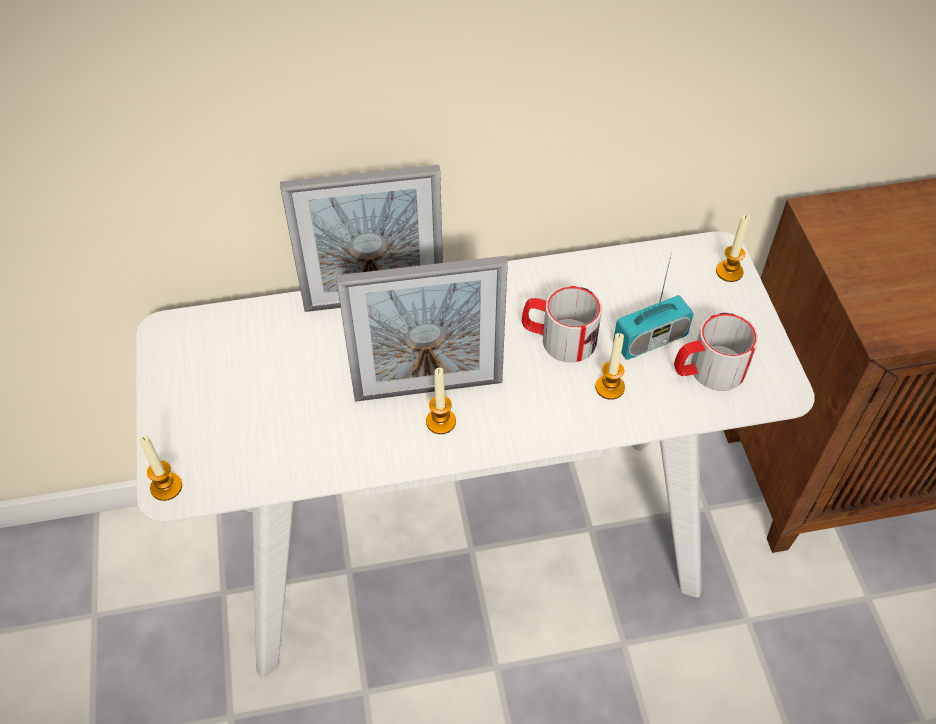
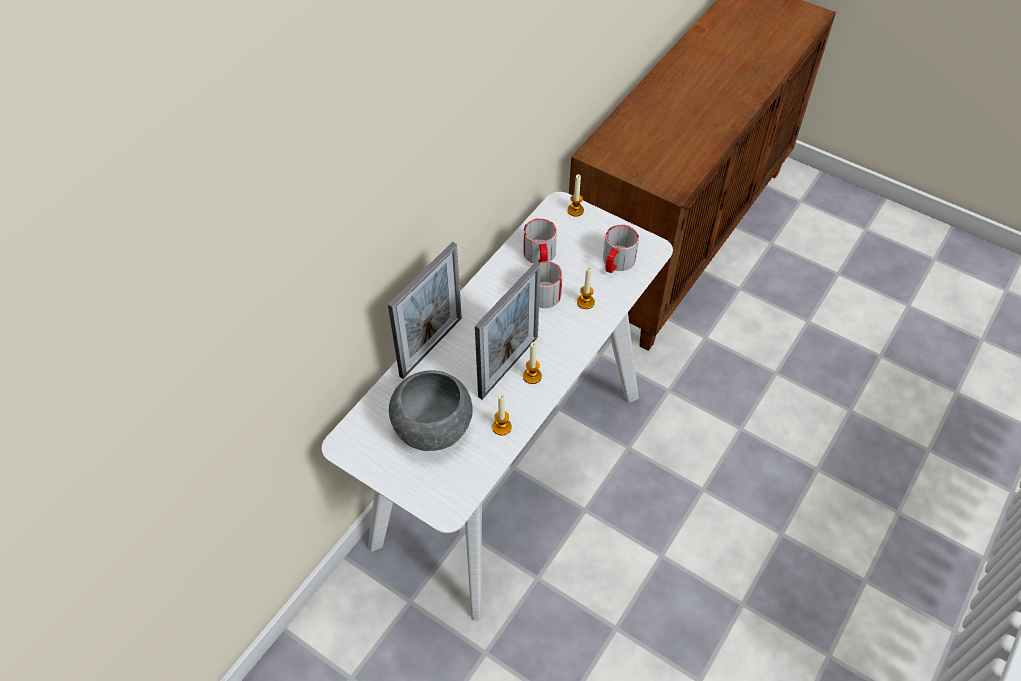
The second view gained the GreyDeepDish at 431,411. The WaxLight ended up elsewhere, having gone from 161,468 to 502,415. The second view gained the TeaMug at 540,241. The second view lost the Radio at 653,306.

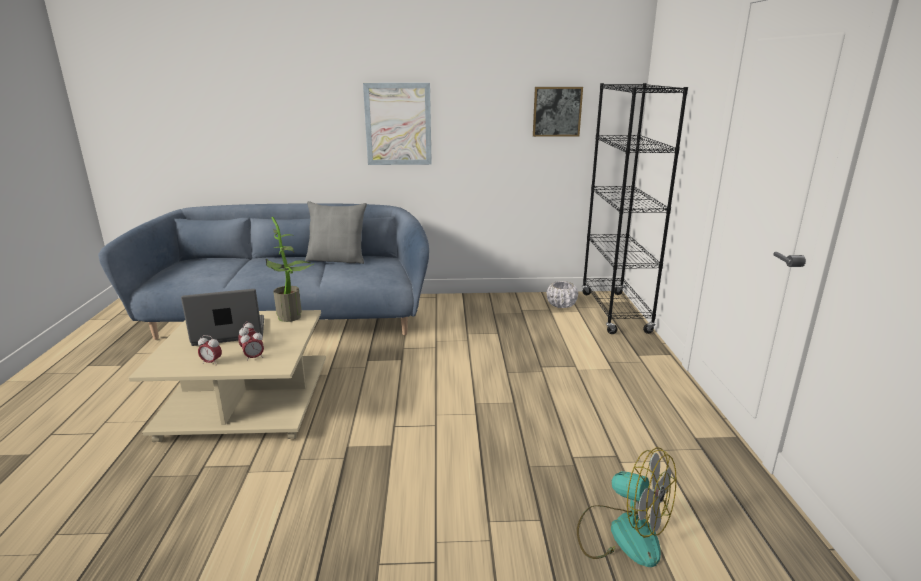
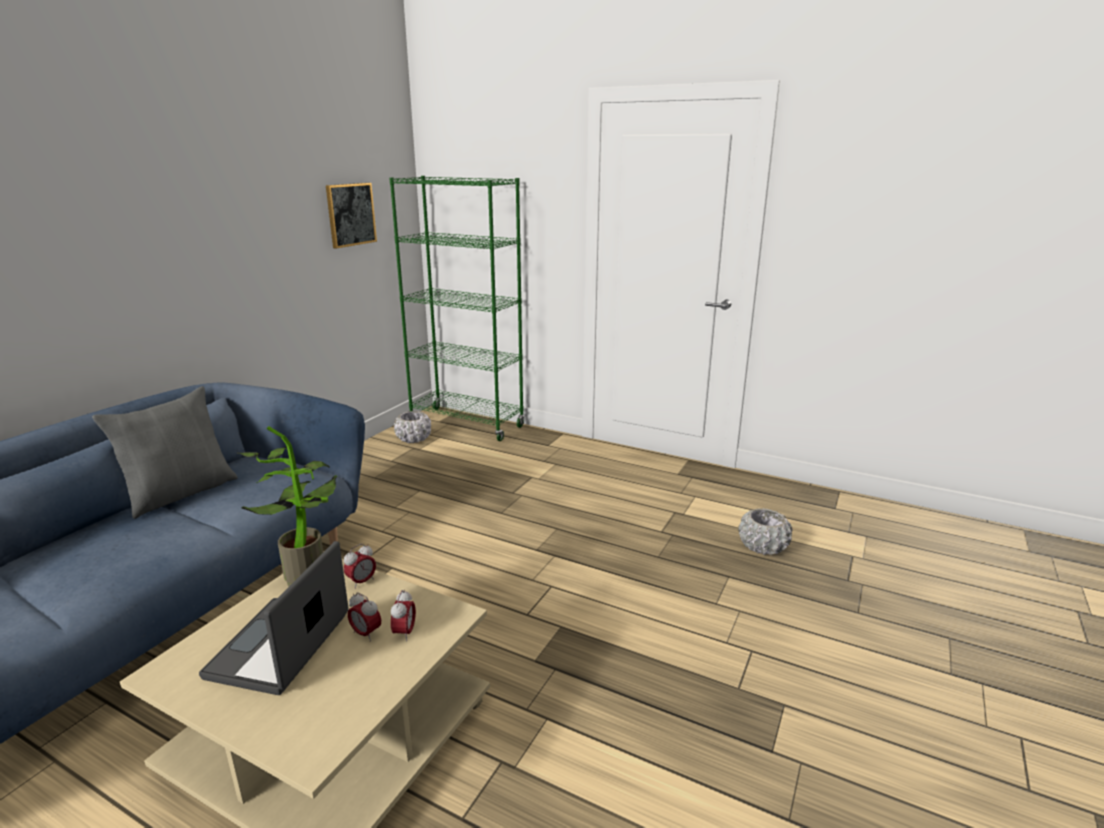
The AlarmClock ended up elsewhere, having gone from 210,349 to 360,566. What was the BlackColouredBookcase at 634,208 turned into the GreenishBookcase at 457,308. Where the Fan stood at 626,507, the WhiteColouredPlanter came to stand at 765,531. The second view lost the WallArt at 397,124.

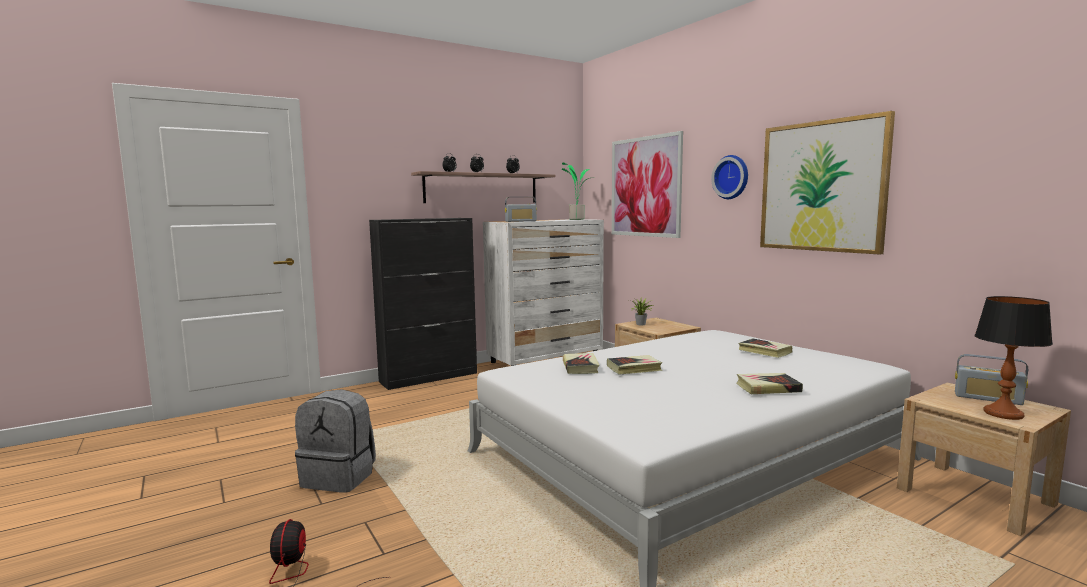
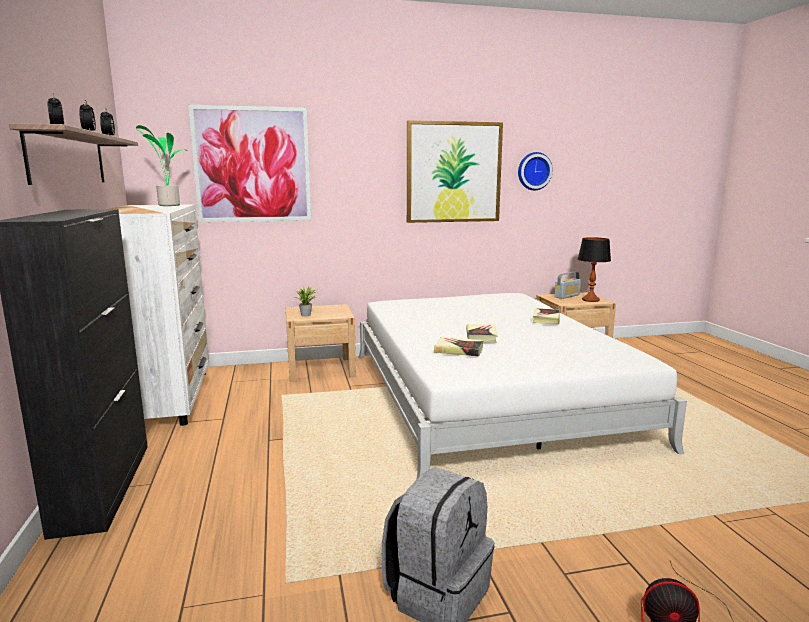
The WallClock ended up elsewhere, having gone from 729,177 to 535,171. The second view lost the Radio at 521,209. The second view lost the Volume at 765,348.

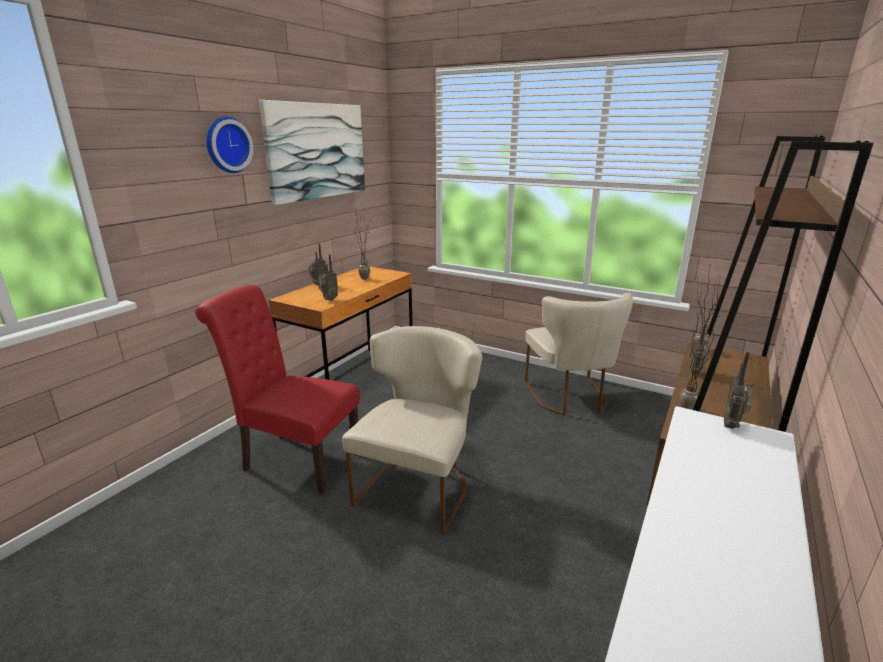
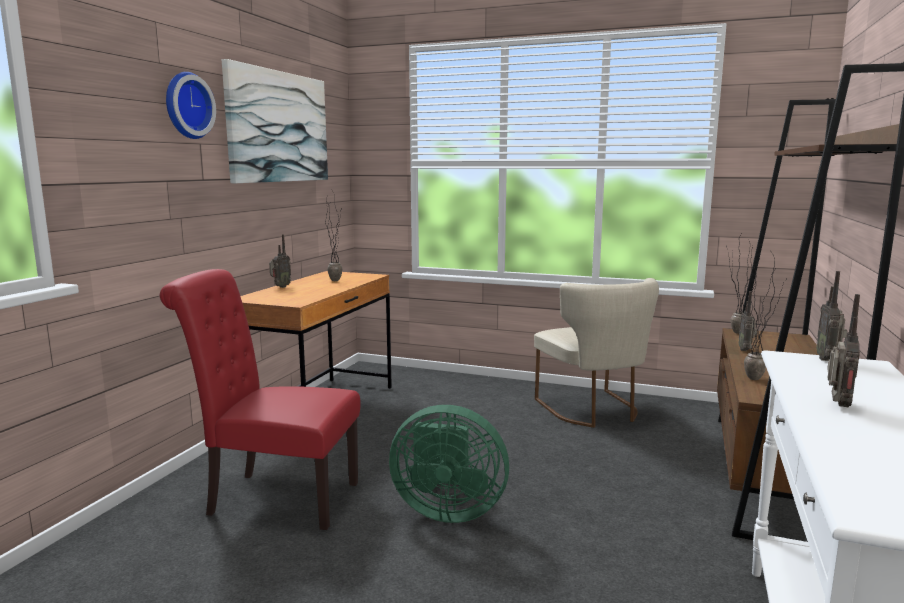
Where the SandColouredUprightChair stood at 412,430, the GreenishFan came to stand at 449,464. The Radio ended up elsewhere, having gone from 328,277 to 843,351.

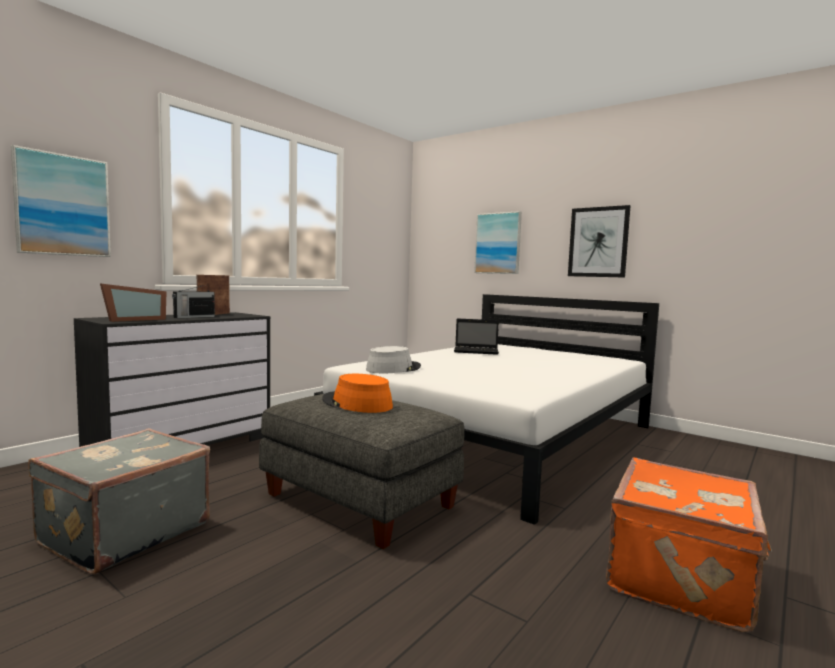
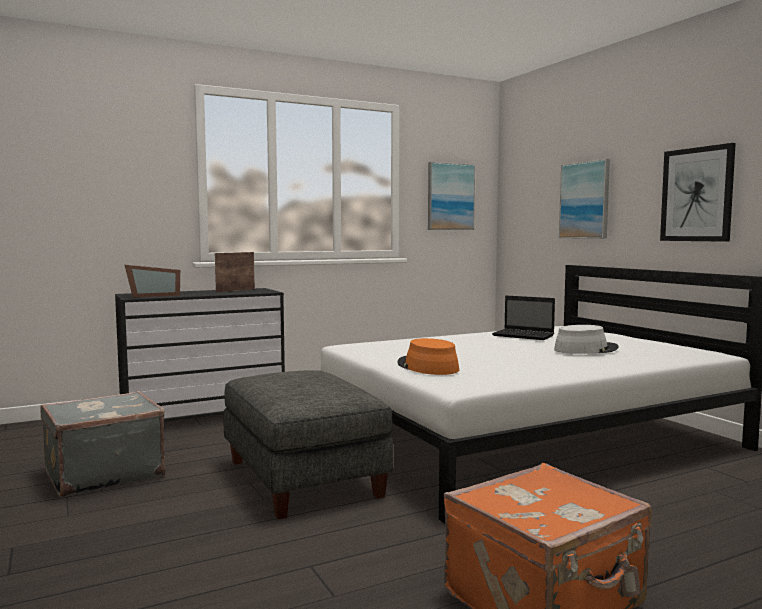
The OrangeyWearableHat ended up elsewhere, having gone from 357,393 to 428,356. The WallArt ended up elsewhere, having gone from 61,201 to 451,196. The GreyWearableHat ended up elsewhere, having gone from 393,359 to 586,339. The second view lost the Radio at 193,301.

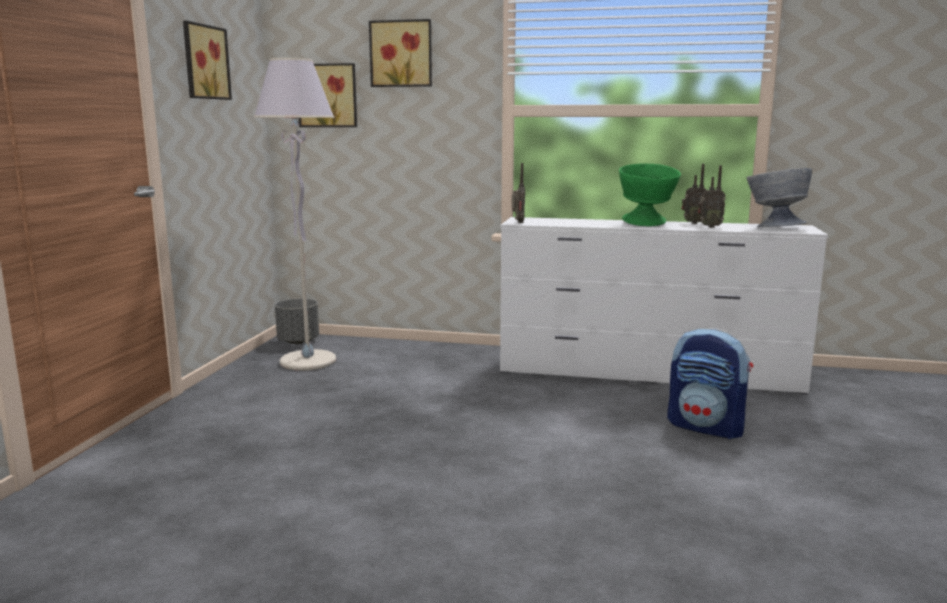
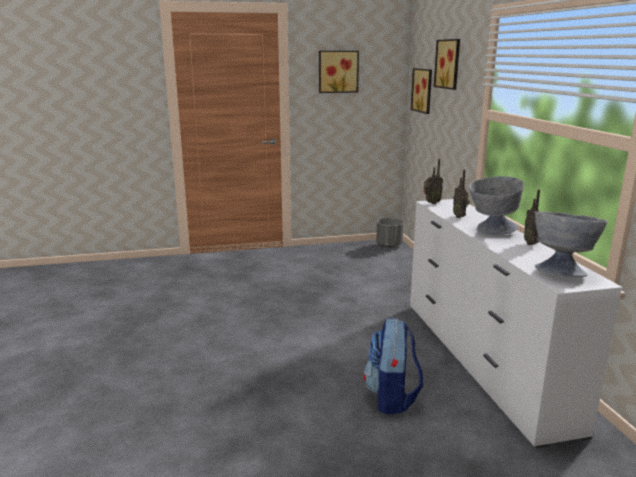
The Radio ended up elsewhere, having gone from 712,196 to 461,193. What was the GreenishDeepDish at 650,194 turned into the GreyDeepDish at 496,205. The second view lost the GreyStandardLamp at 294,214.

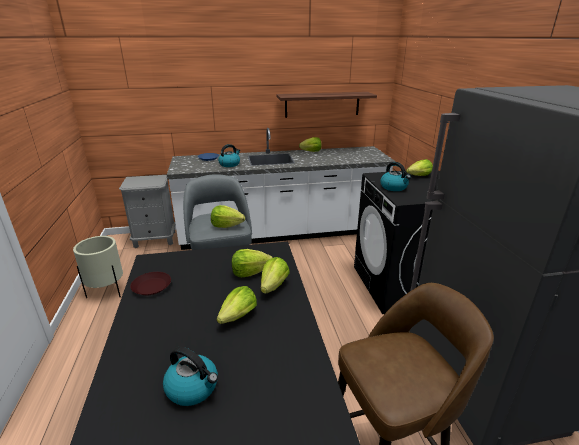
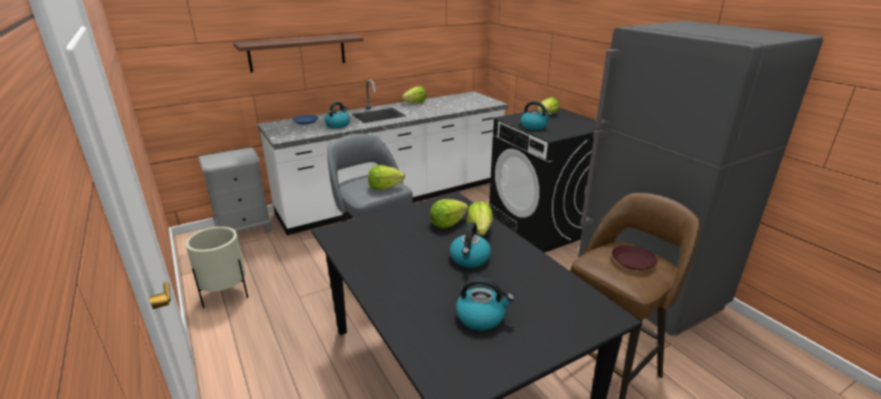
The Shelf ended up elsewhere, having gone from 326,105 to 298,53. Where the HeadOfLettuce stood at 236,305, the WaterKettle came to stand at 470,245. The BrownColouredPlate ended up elsewhere, having gone from 150,283 to 634,257.

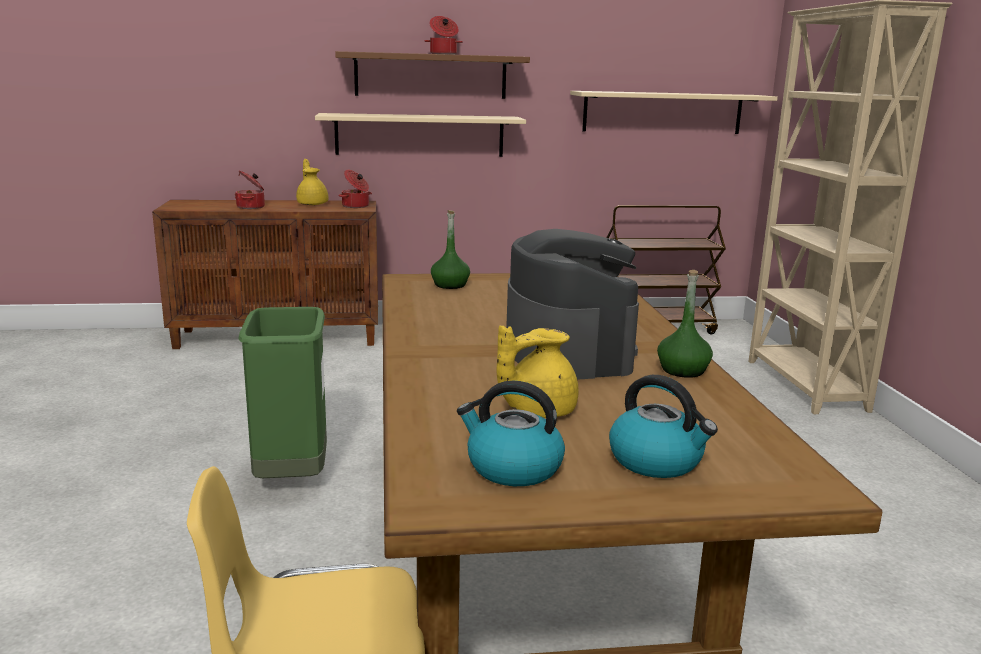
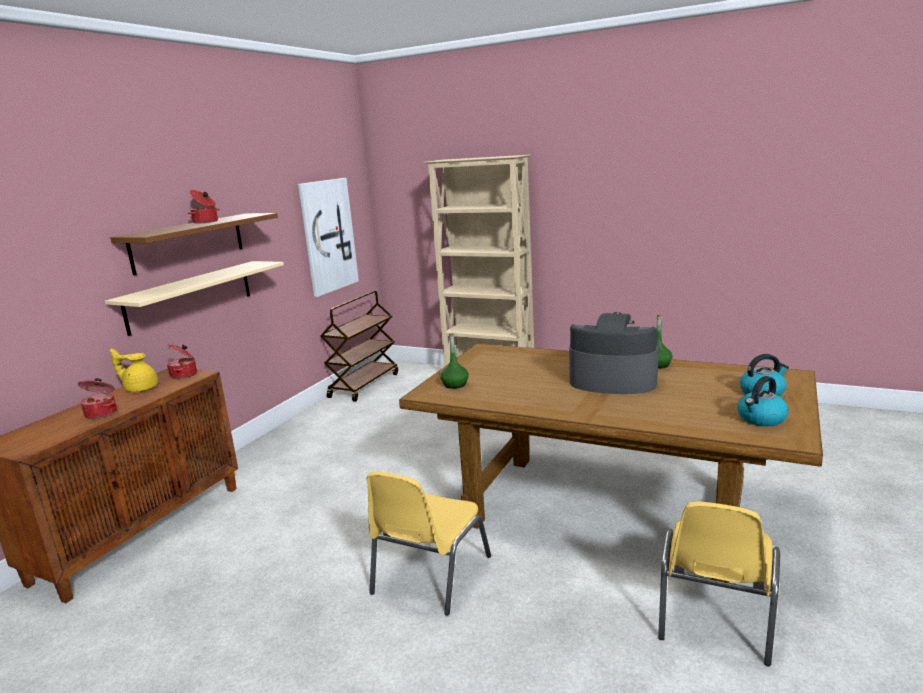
Where the SandColouredShelf hung at 674,112, the WallArt came to hang at 328,237. Where the GreenishWasteBin stood at 283,392, the YellowUprightChair came to stand at 428,544. The second view lost the YellowPotForTea at 538,372.

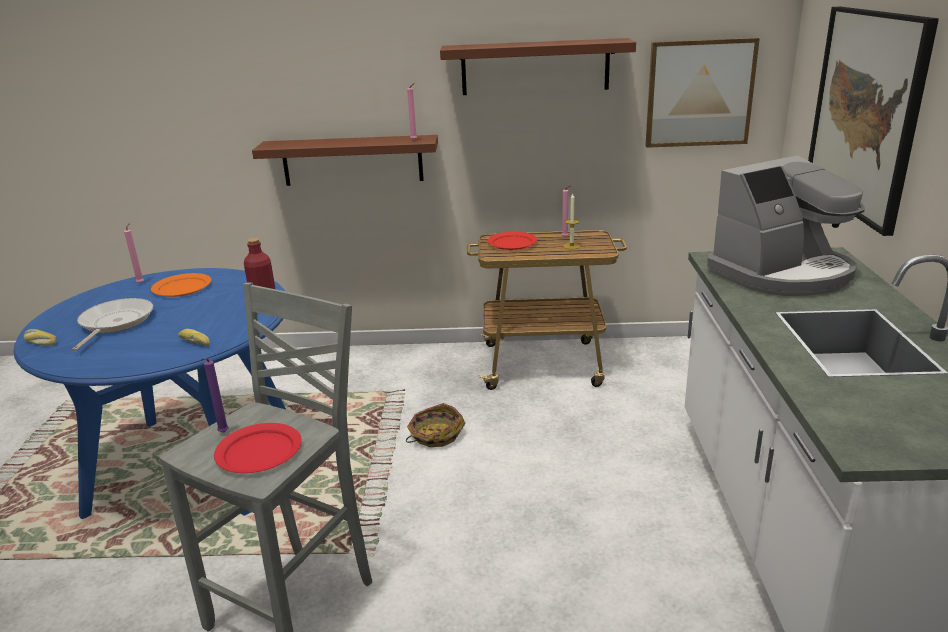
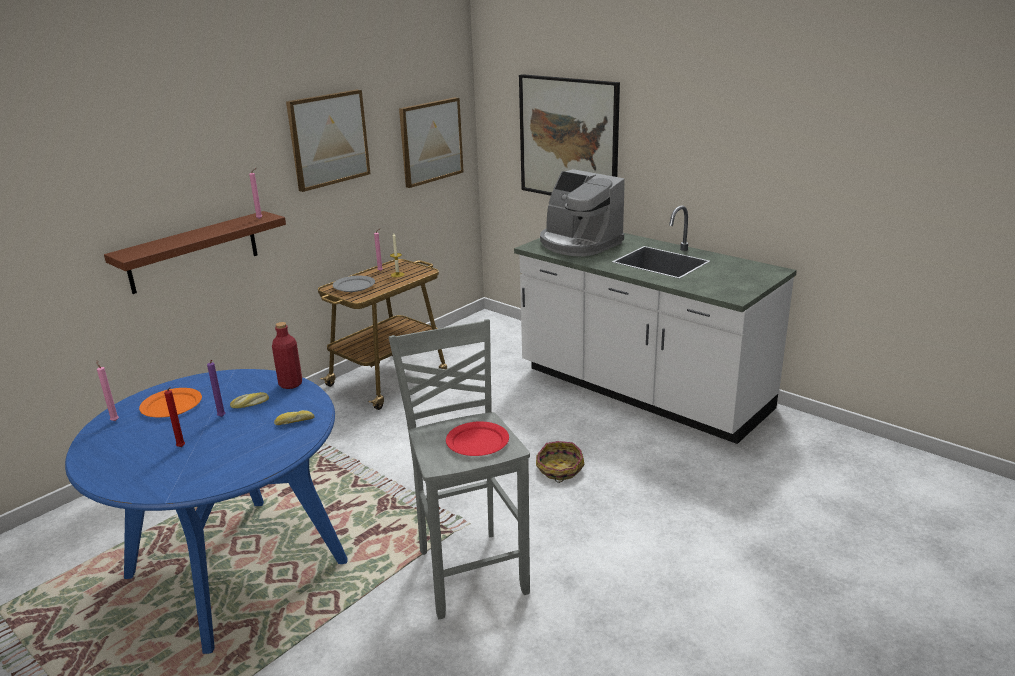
Where the Pan stood at 112,324, the ReddishWaxLight came to stand at 174,417. The PurpleColouredWaxLight ended up elsewhere, having gone from 215,395 to 216,388. The BakeryBread ended up elsewhere, having gone from 40,337 to 249,400. Where the BrownColouredShelf hung at 538,66, the WallArt came to hang at 328,140. What was the ReddishPlate at 512,241 turned into the GreyPlate at 354,284. The Basket ended up elsewhere, having gone from 435,425 to 560,462. The CoffeeMachine at 786,225 ended up facing another way, 120 degrees clockwise from before.

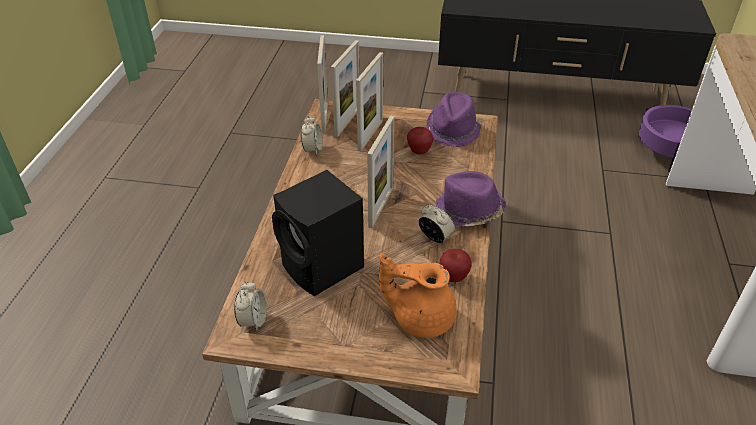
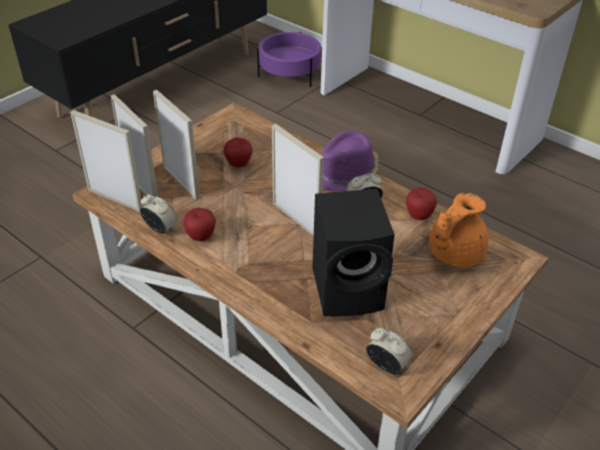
The second view gained the WholeApple at 199,224. The second view lost the PurpleColouredWearableHat at 454,119.

